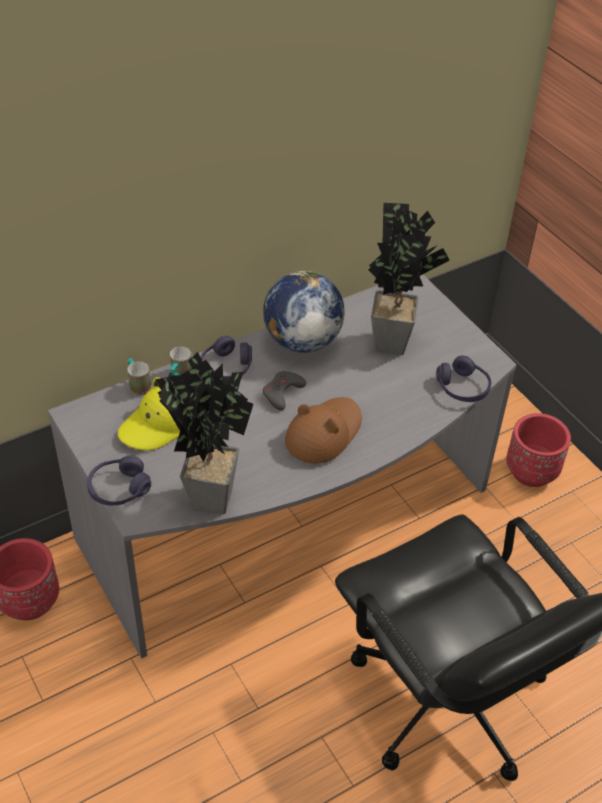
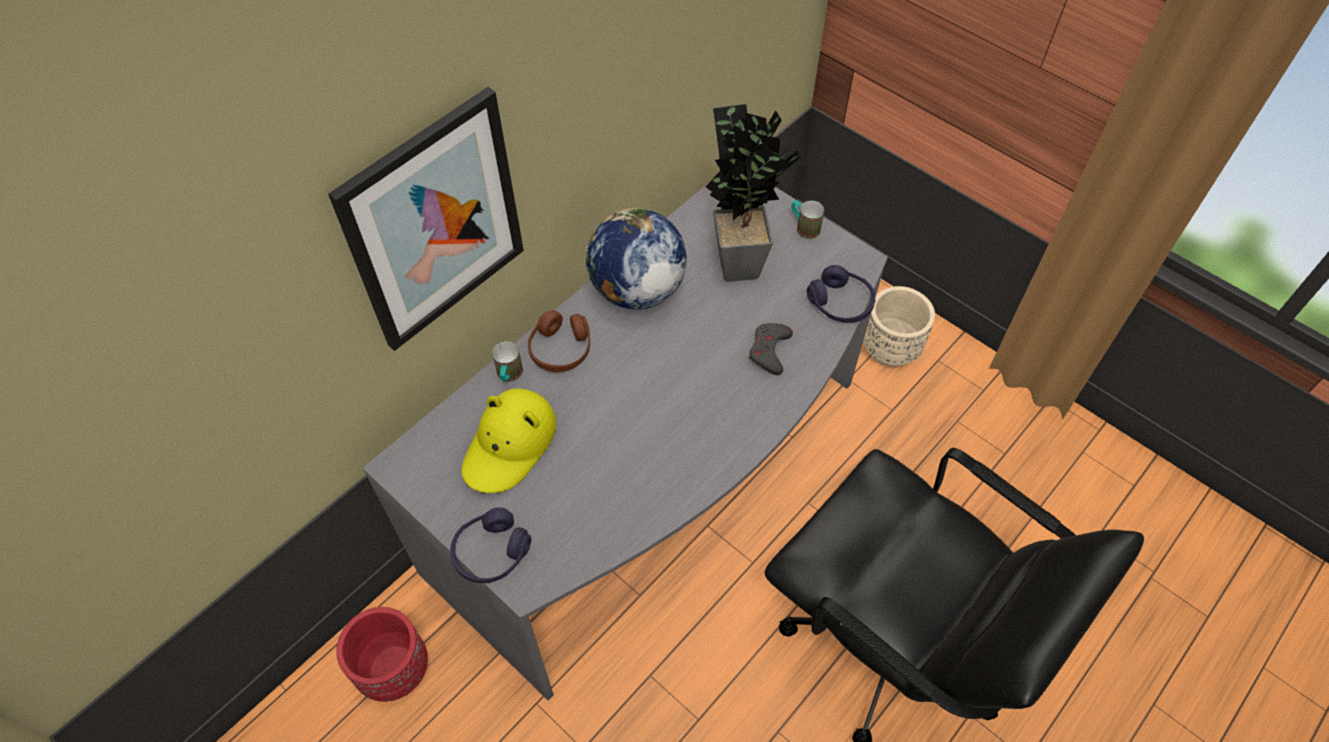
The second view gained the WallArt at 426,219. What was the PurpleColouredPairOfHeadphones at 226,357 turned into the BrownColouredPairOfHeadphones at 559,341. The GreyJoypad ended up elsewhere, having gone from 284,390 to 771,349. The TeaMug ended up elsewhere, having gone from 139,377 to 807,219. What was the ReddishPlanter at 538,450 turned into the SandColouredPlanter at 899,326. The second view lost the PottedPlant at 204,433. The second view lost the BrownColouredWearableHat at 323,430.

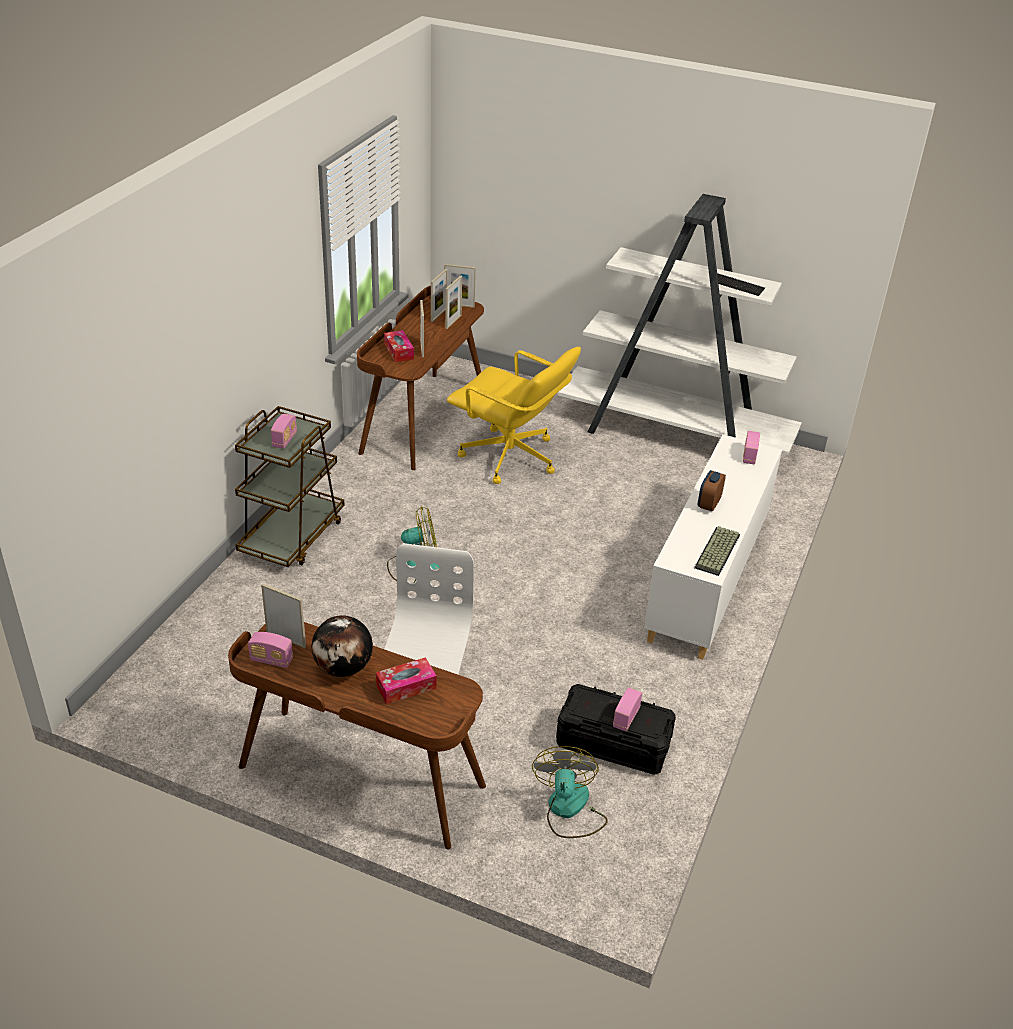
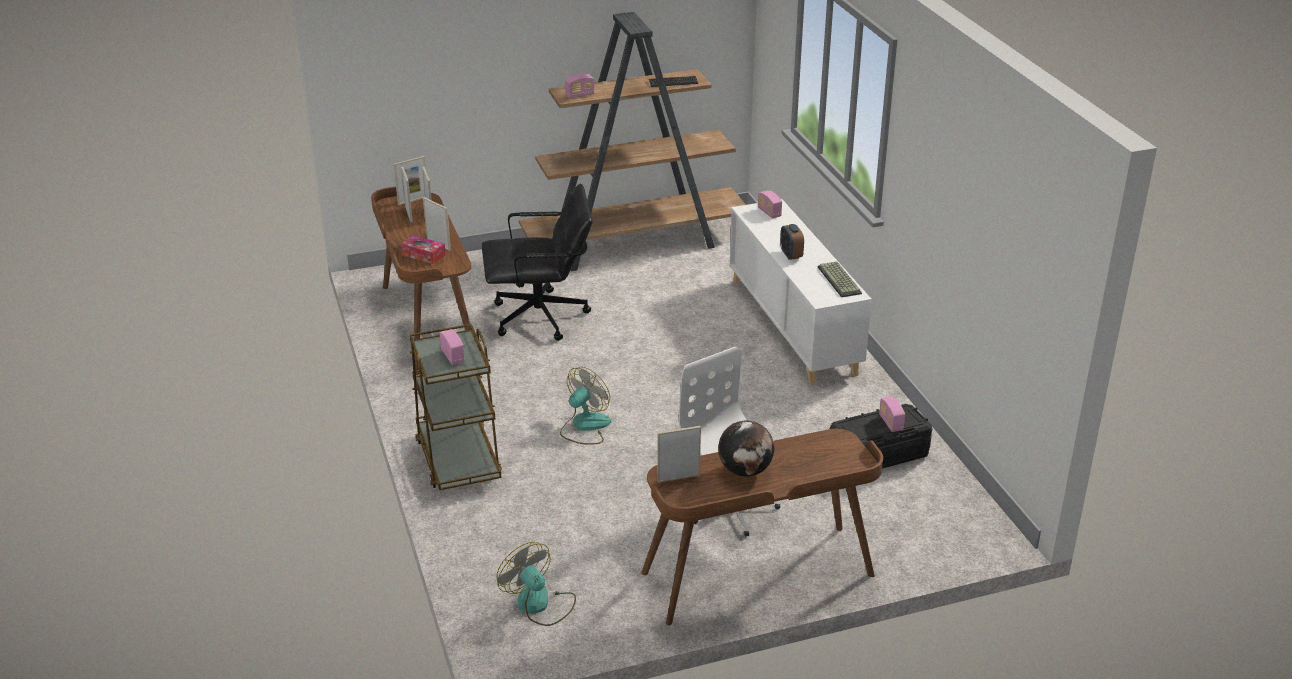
What was the YellowComputerChair at 514,415 turned into the BlackColouredComputerChair at 537,262. The Fan ended up elsewhere, having gone from 570,792 to 536,584. What was the WhiteColouredBookcase at 679,324 turned into the BrownColouredBookcase at 632,141. The Radio ended up elsewhere, having gone from 270,650 to 580,86. The second view lost the BoxOfTissues at 406,680.

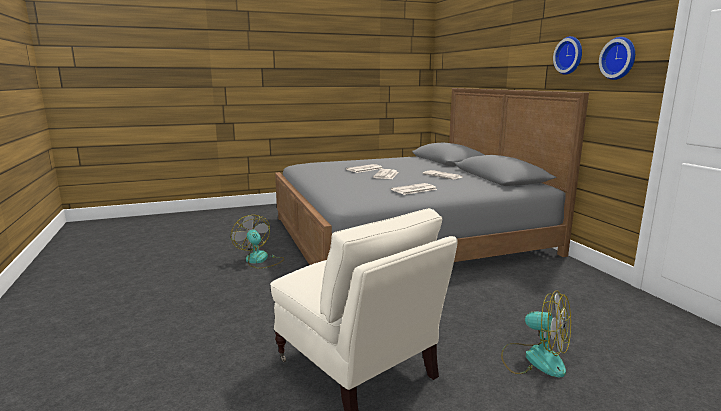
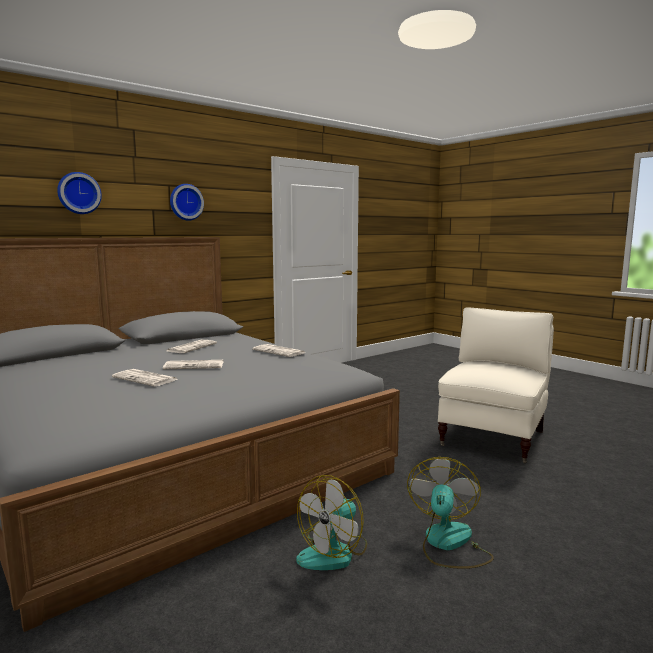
The WallClock ended up elsewhere, having gone from 617,58 to 79,193. The Fan ended up elsewhere, having gone from 536,334 to 450,513.

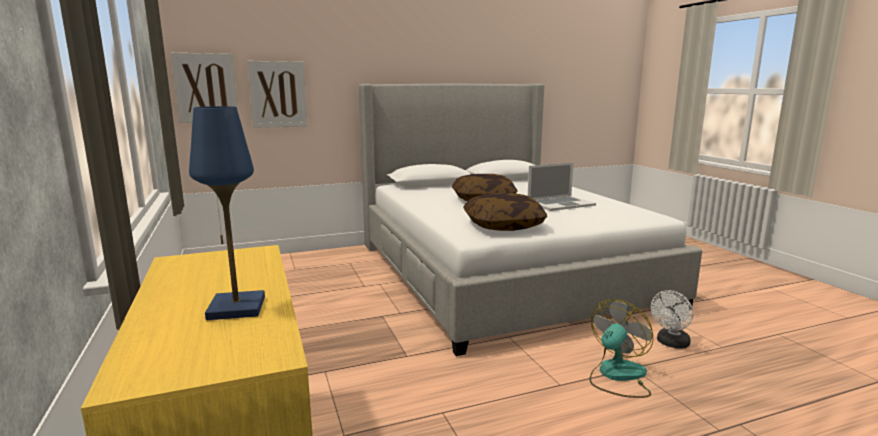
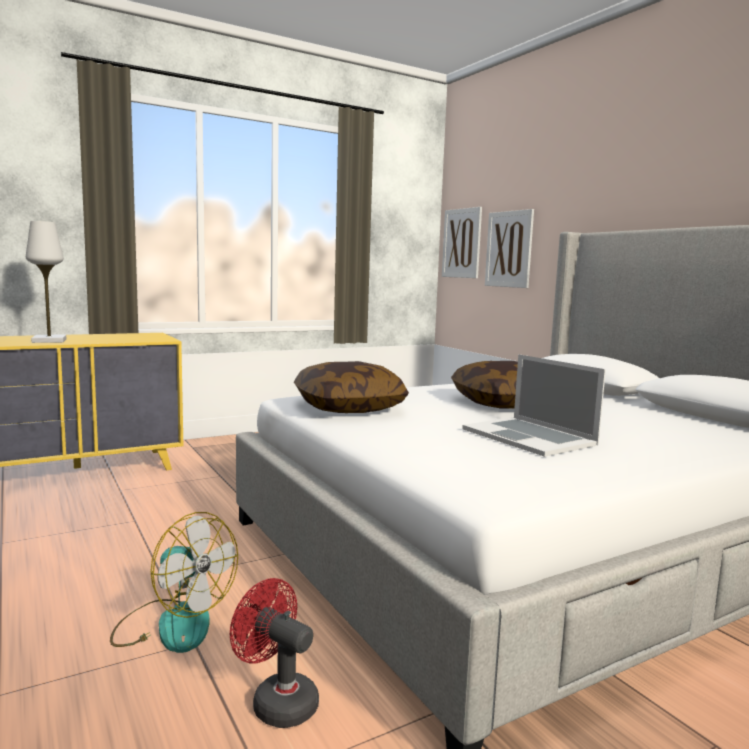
What was the BlueLampForATable at 227,213 turned into the WhiteColouredLampForATable at 46,282. What was the WhiteColouredFan at 672,319 turned into the ReddishFan at 274,653.

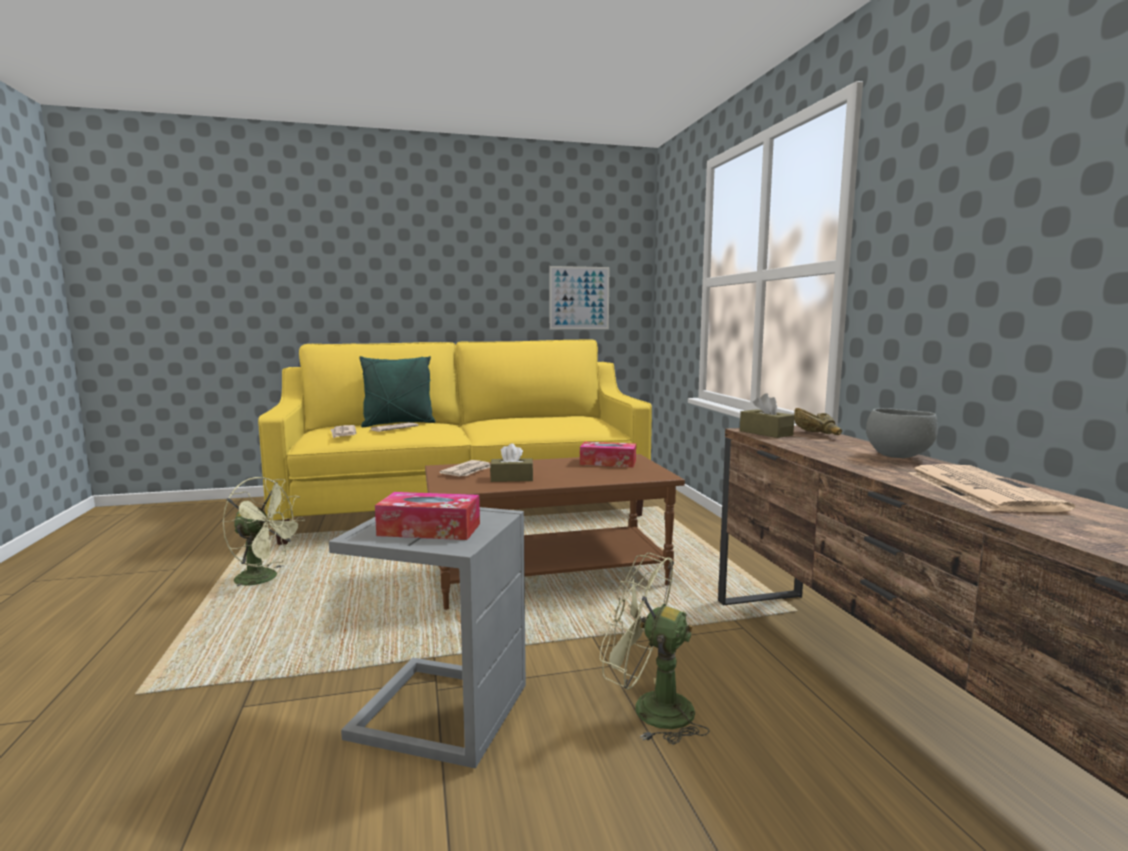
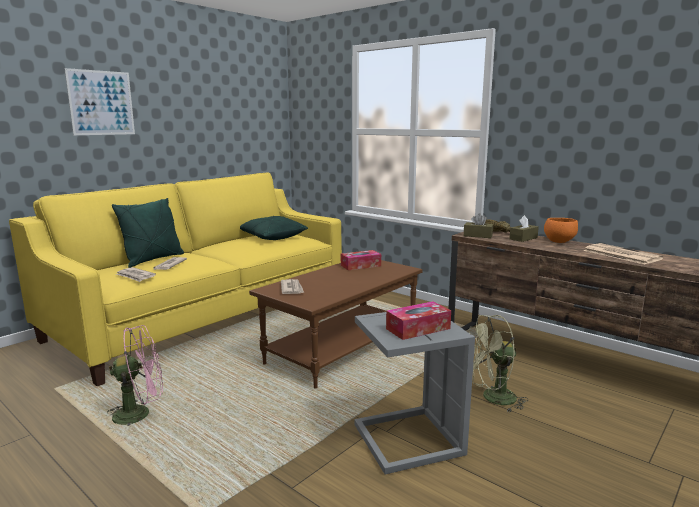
The WallArt ended up elsewhere, having gone from 579,297 to 99,101. What was the GreenishFan at 263,531 turned into the PinkFan at 135,375. The second view gained the GreenishPillow at 274,228. The BrownColouredBoxOfTissues ended up elsewhere, having gone from 511,462 to 524,228. What was the GreyDeepDish at 902,433 turned into the OrangeyDeepDish at 561,230.

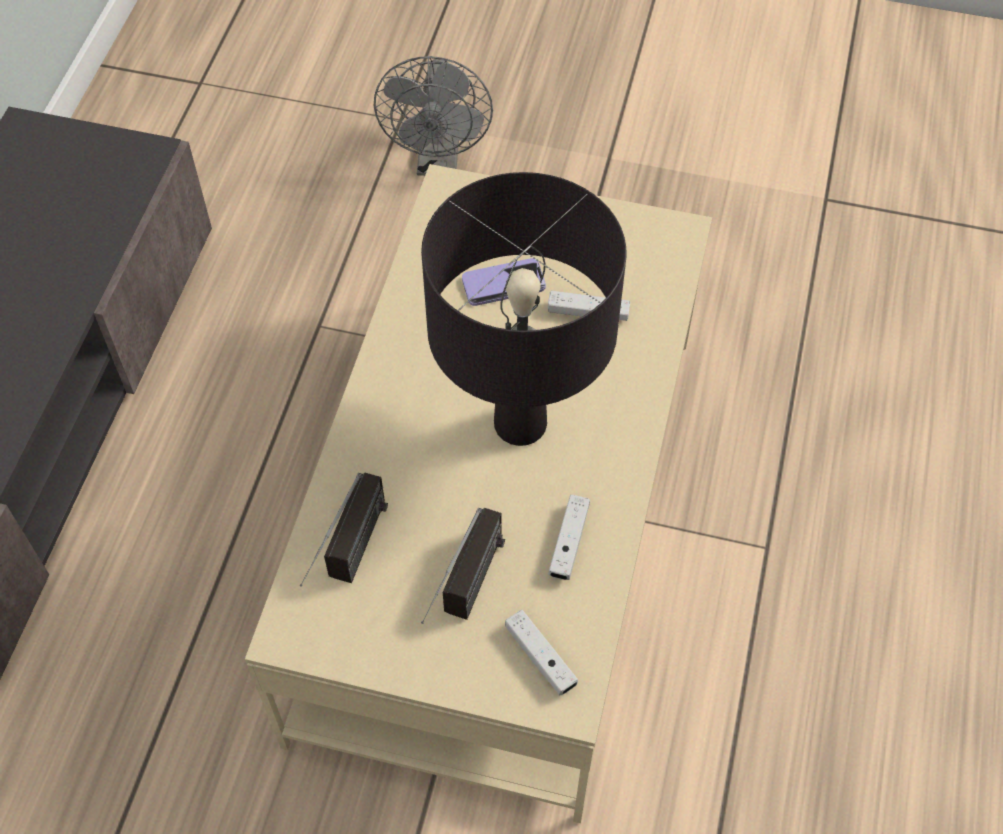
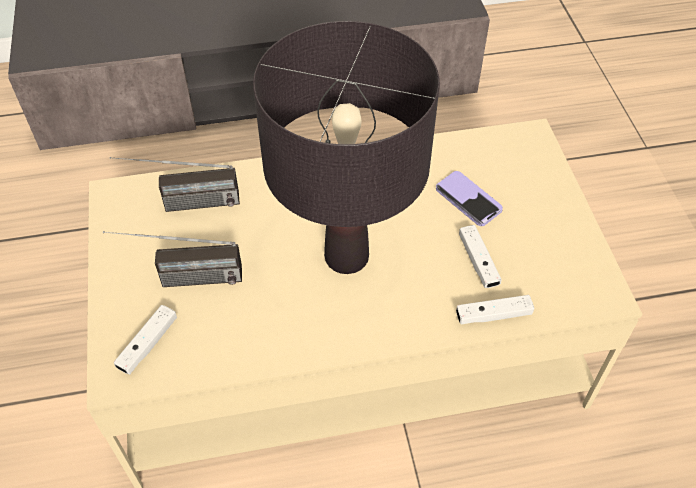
The WhiteColouredJoypad ended up elsewhere, having gone from 569,537 to 495,310. The second view lost the GreyFan at 433,116.

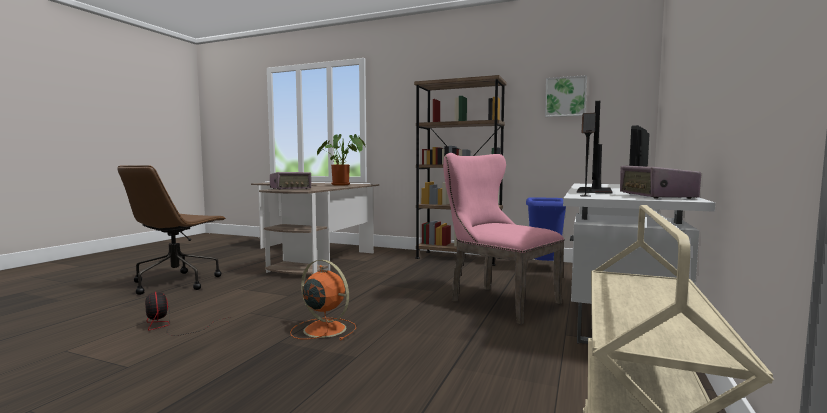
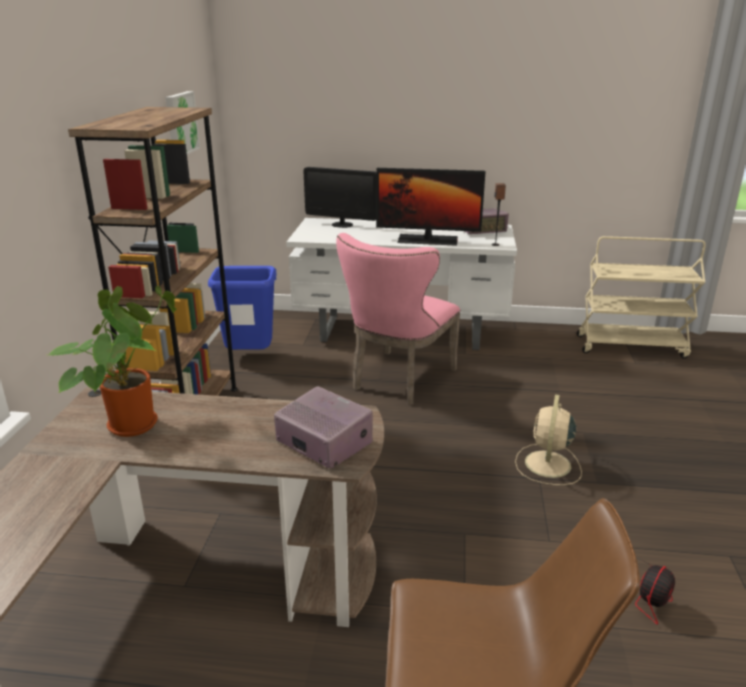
What was the OrangeyFan at 323,300 turned into the SandColouredFan at 548,439.

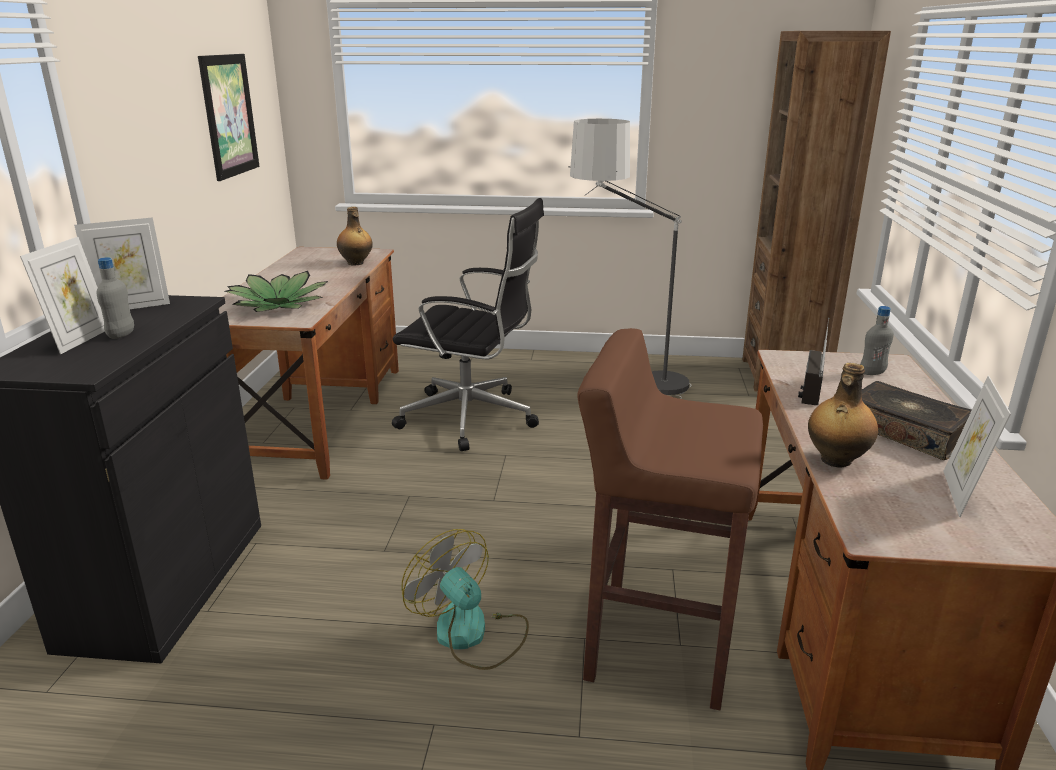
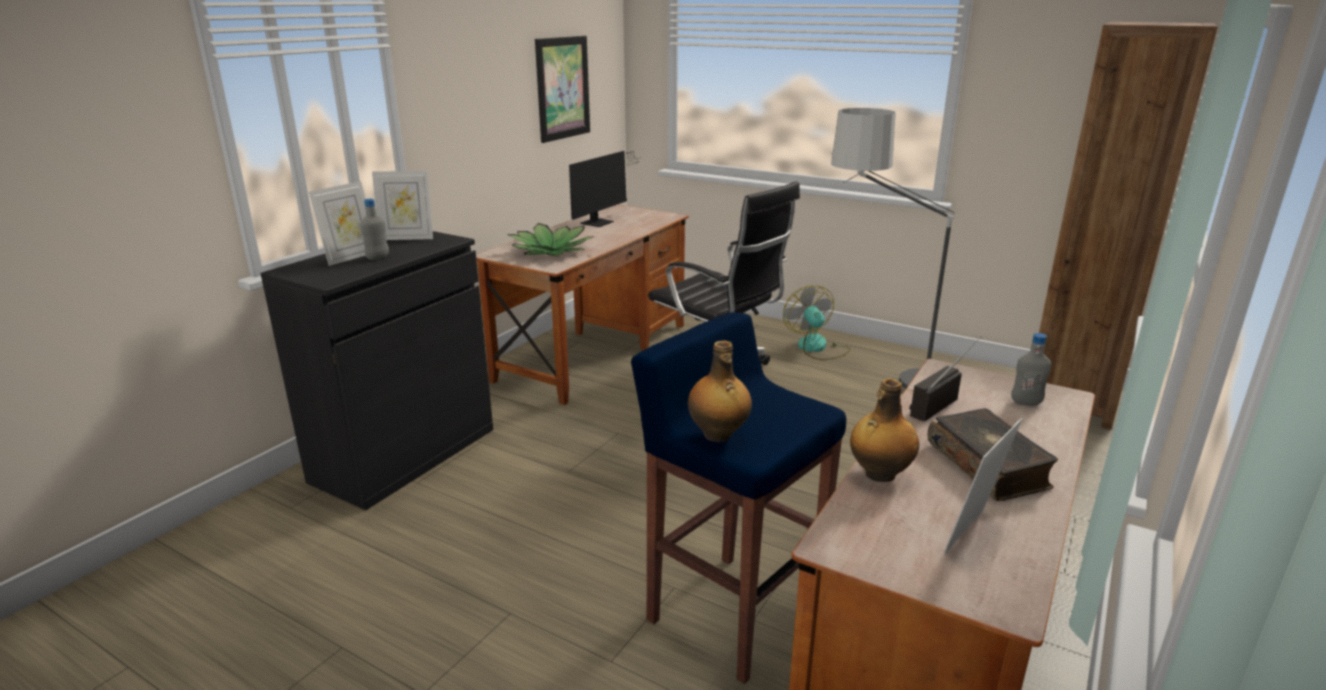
The second view gained the ComputerScreen at 604,189. What was the BrownColouredStool at 670,519 turned into the BlueStool at 738,498. The Bottle ended up elsewhere, having gone from 355,236 to 720,391. The Fan ended up elsewhere, having gone from 465,599 to 816,322.

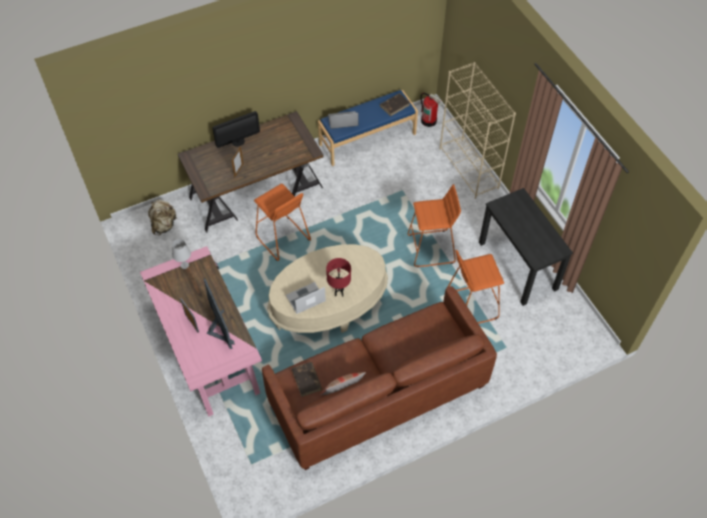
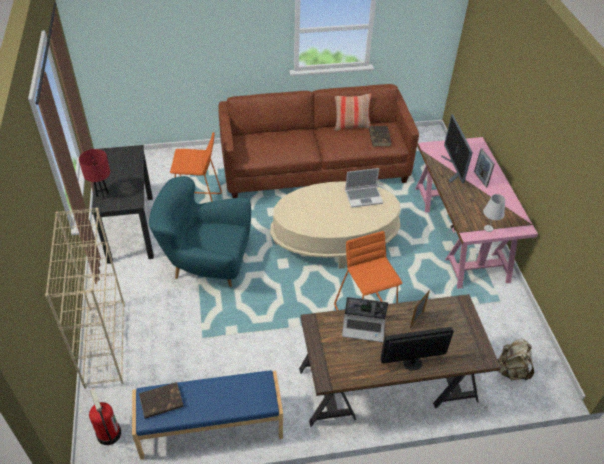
The ReddishLampForATable ended up elsewhere, having gone from 338,277 to 94,174. Where the OrangeyStool stood at 434,225, the BlueGreenEasyChair came to stand at 200,231. The PortableComputer ended up elsewhere, having gone from 343,120 to 365,319.

